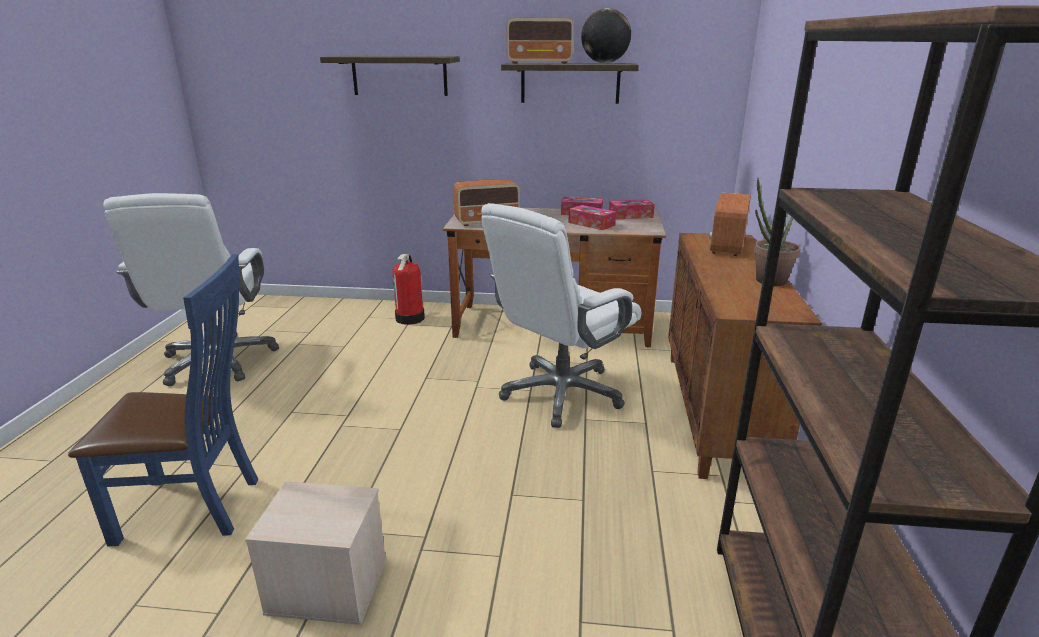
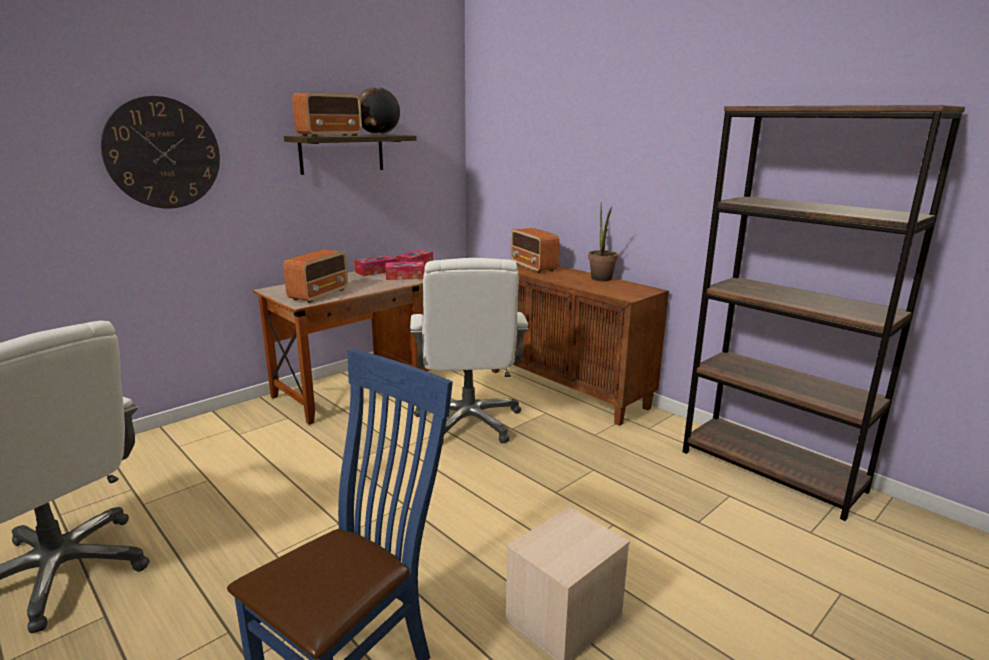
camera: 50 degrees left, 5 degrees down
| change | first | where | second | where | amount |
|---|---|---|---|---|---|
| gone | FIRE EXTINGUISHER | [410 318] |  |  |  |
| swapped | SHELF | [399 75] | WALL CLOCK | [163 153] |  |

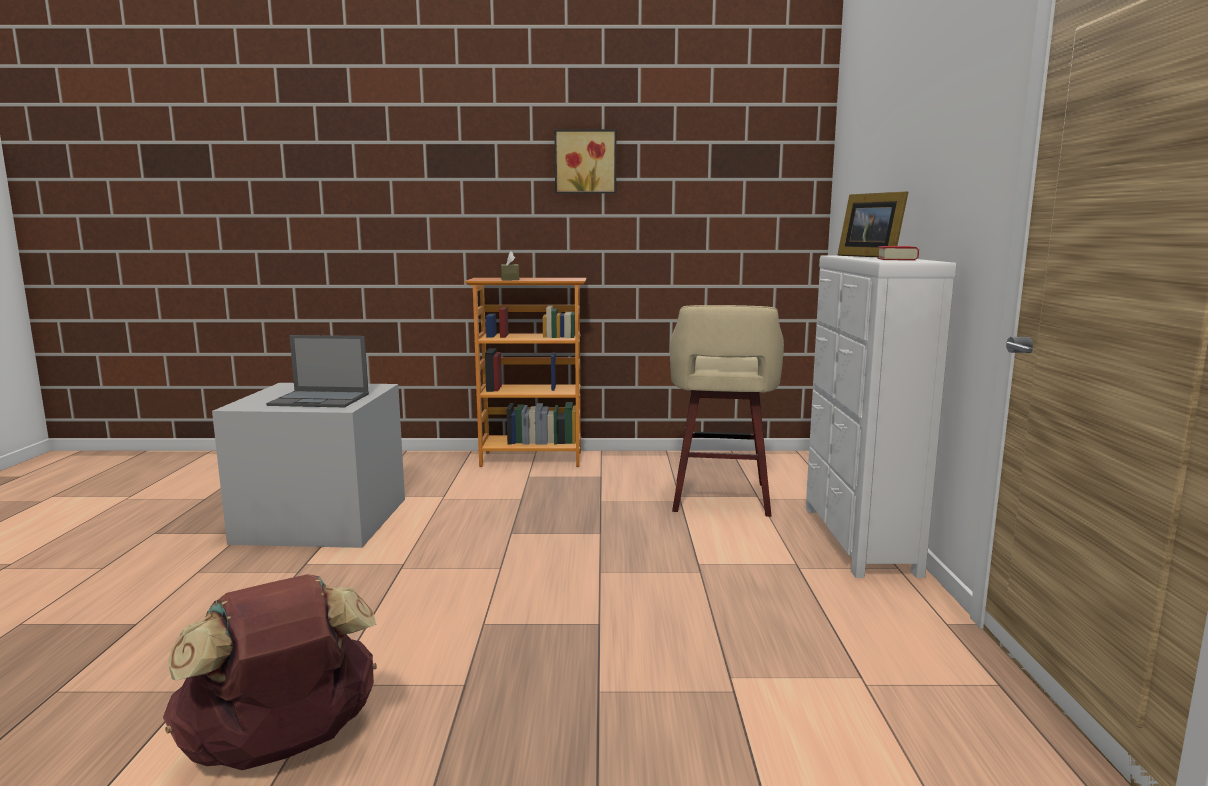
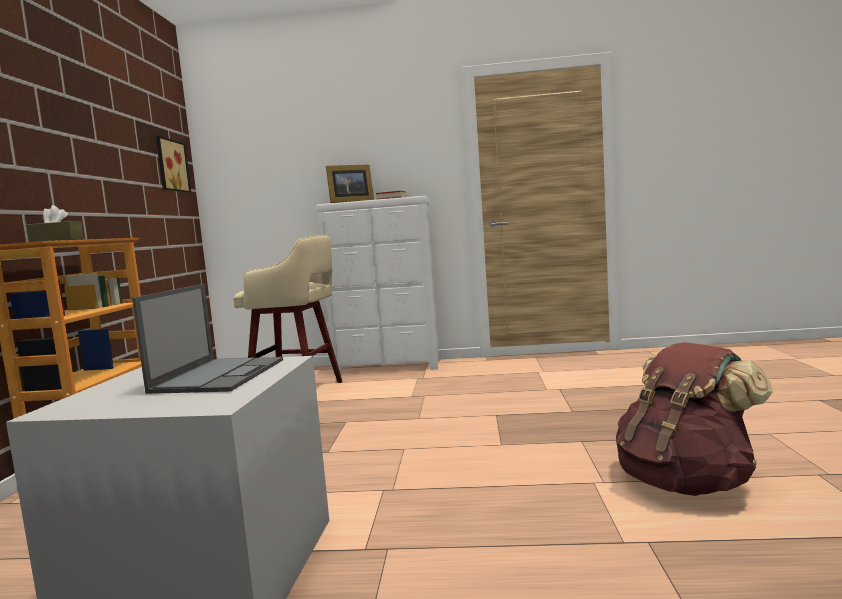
camera: 85 degrees left, 5 degrees down
| change | first | where | second | where | amount |
|---|---|---|---|---|---|
| shifted | PICTURE | [585 162] |  | [170 166] |  |

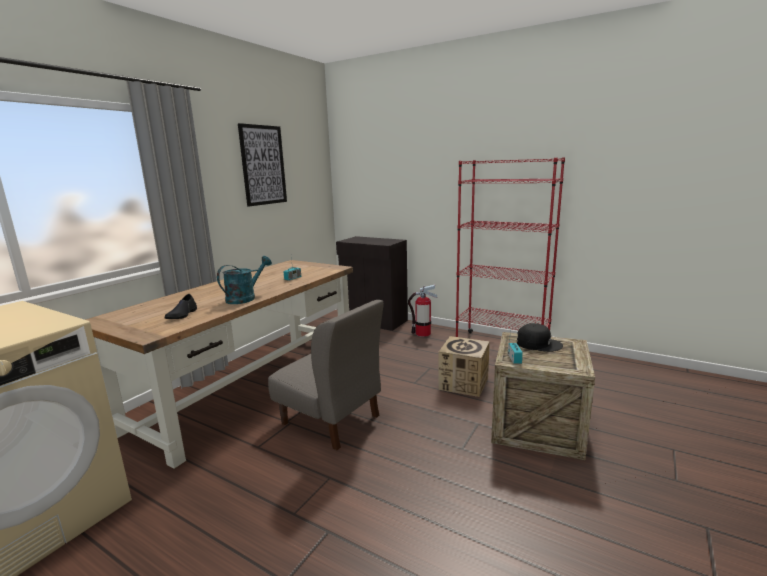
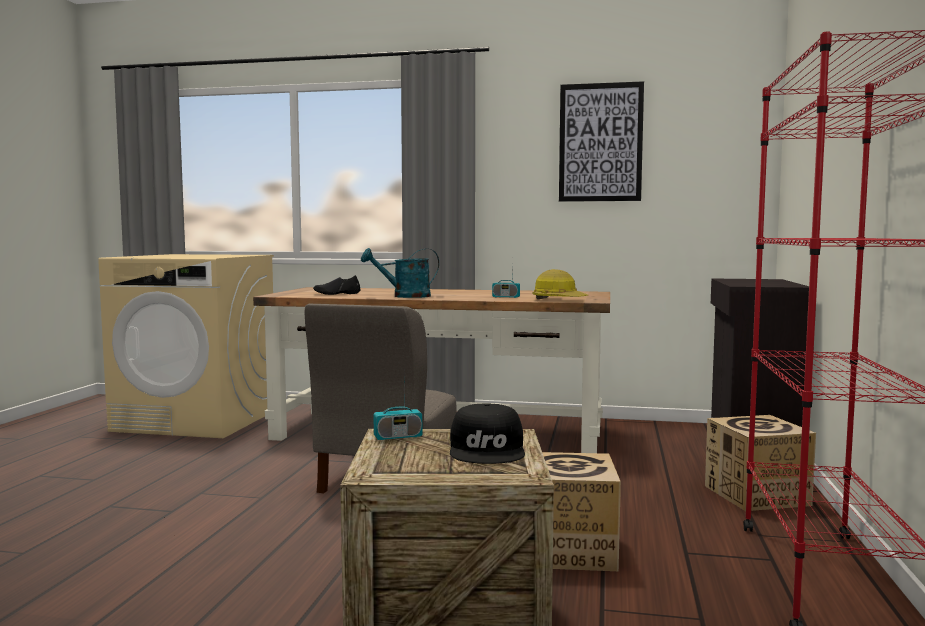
camera: 70 degrees right, 10 degrees down
| change | first | where | second | where | amount |
|---|---|---|---|---|---|
| new |  |  | HARD HAT | [559 300] |  |
| swapped | FIRE EXTINGUISHER | [423 333] | CARDBOARD BOX | [756 495] |  |
| rotated | TURQUOISE WATERING CAN | [245 298] |  | [405 296] | 150 degrees clockwise |

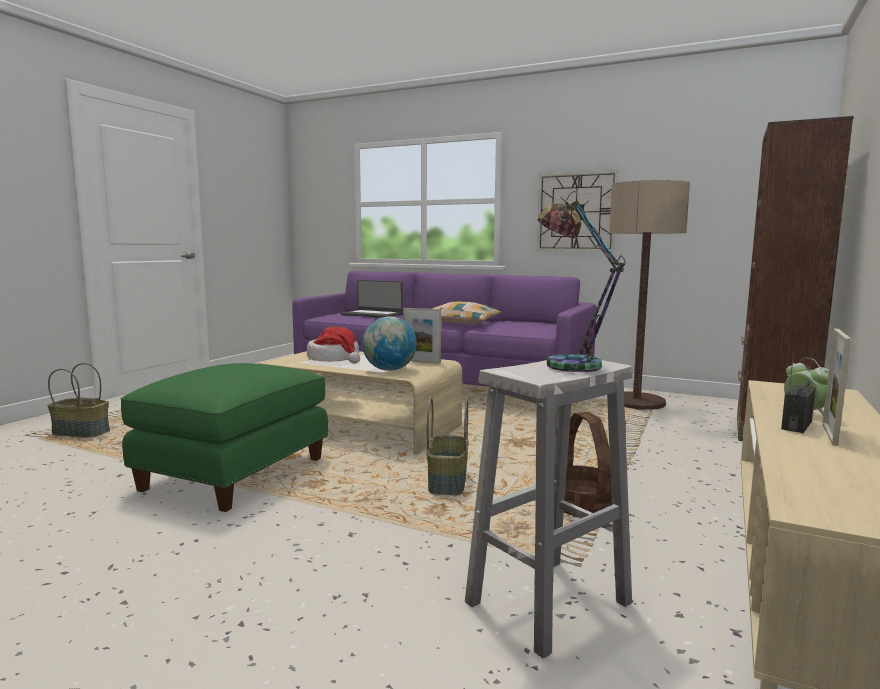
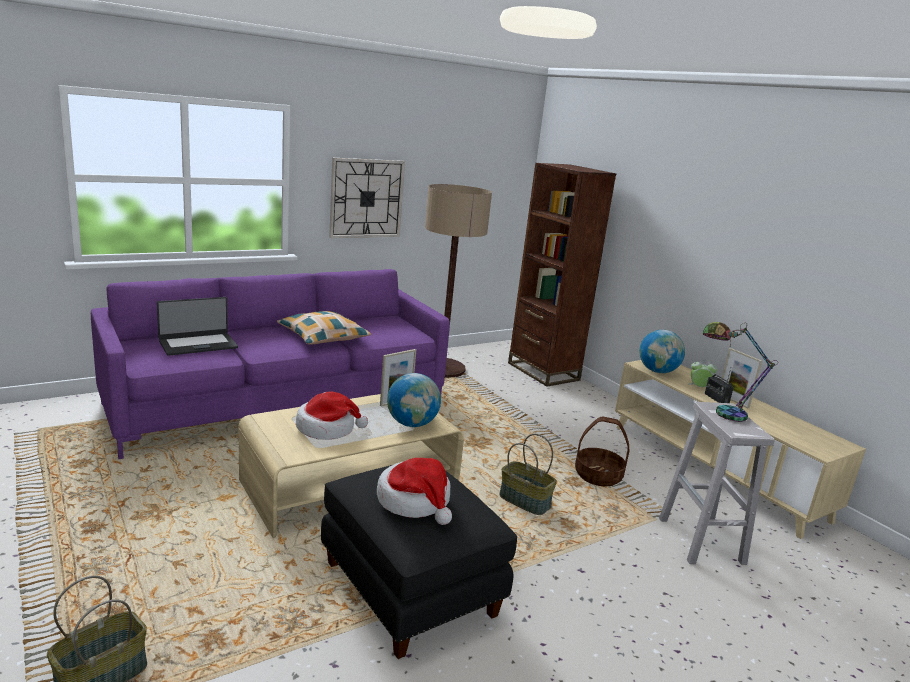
camera: 60 degrees left, 10 degrees up
| change | first | where | second | where | amount |
|---|---|---|---|---|---|
| new |  |  | HAT | [415 501] |  |
| new |  |  | GLOBE | [657 371] |  |
| repainted | GREEN OTTOMAN | [234 473] | BLACK OTTOMAN | [408 588] |  |

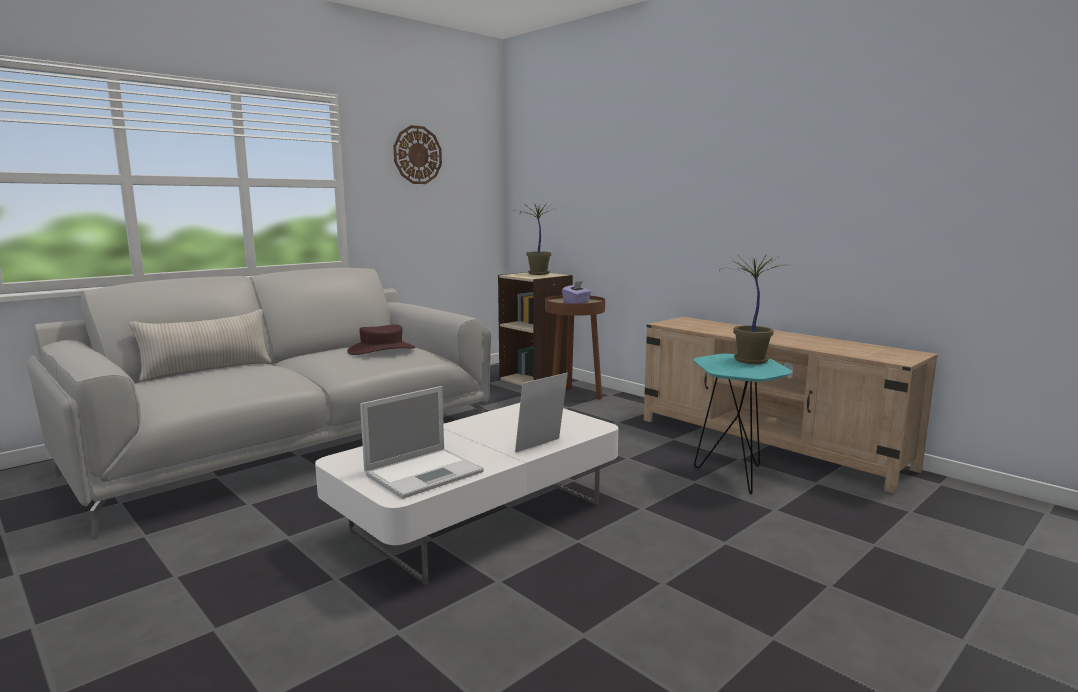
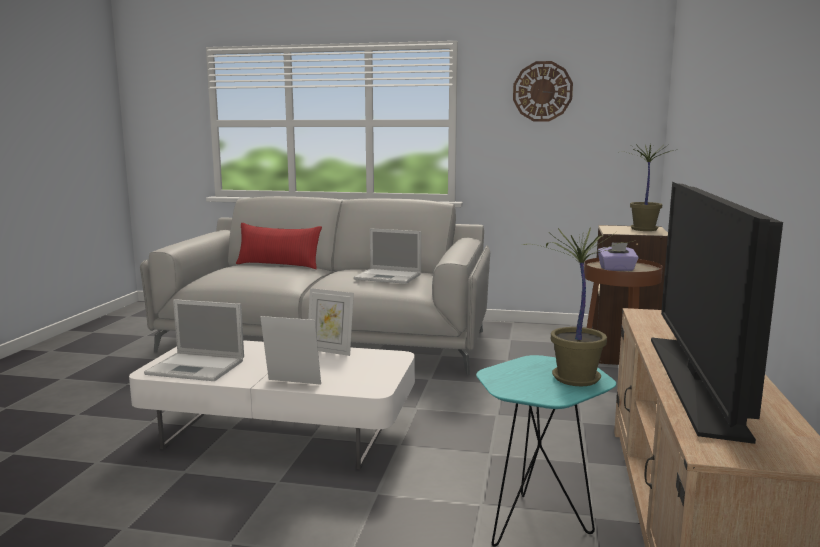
camera: 55 degrees right, 0 degrees up
| change | first | where | second | where | amount |
|---|---|---|---|---|---|
| new |  |  | PICTURE FRAME | [330 351] |  |
| new |  |  | TELEVISION | [696 383] |  |
| swapped | BROWN HAT | [382 350] | LAPTOP | [389 277] |  |
| repainted | BEIGE PILLOW | [207 370] | RED PILLOW | [278 265] |  |

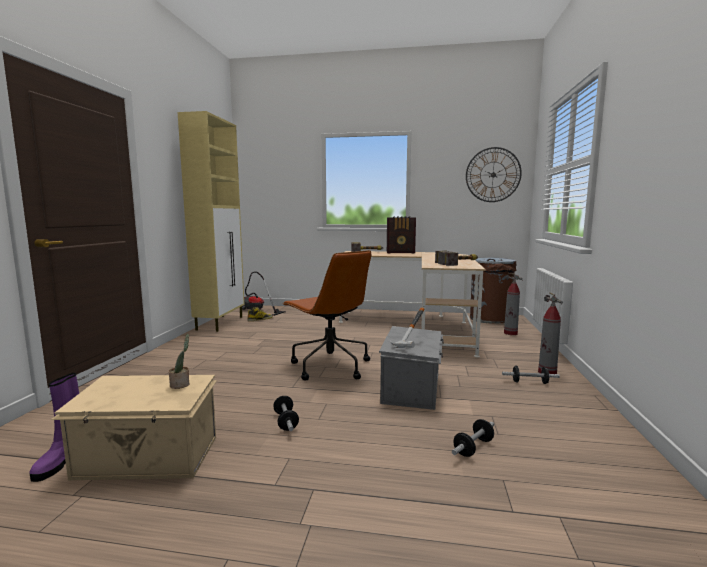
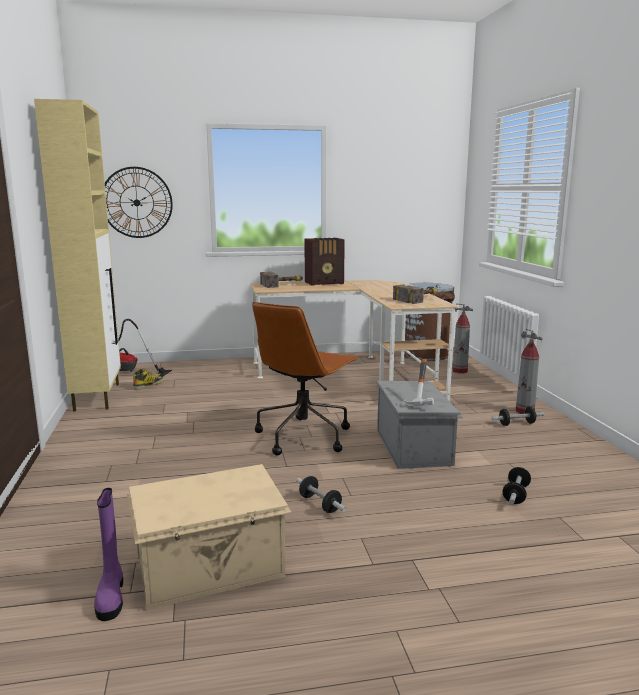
camera: 20 degrees left, 5 degrees up
| change | first | where | second | where | amount |
|---|---|---|---|---|---|
| gone | POTTED PLANT | [181 384] |  |  |  |
| shifted | WALL CLOCK | [493 175] |  | [136 202] |  |
| rotated | BROWN OFFICE CHAIR | [329 366] |  | [304 436] | 90 degrees clockwise |

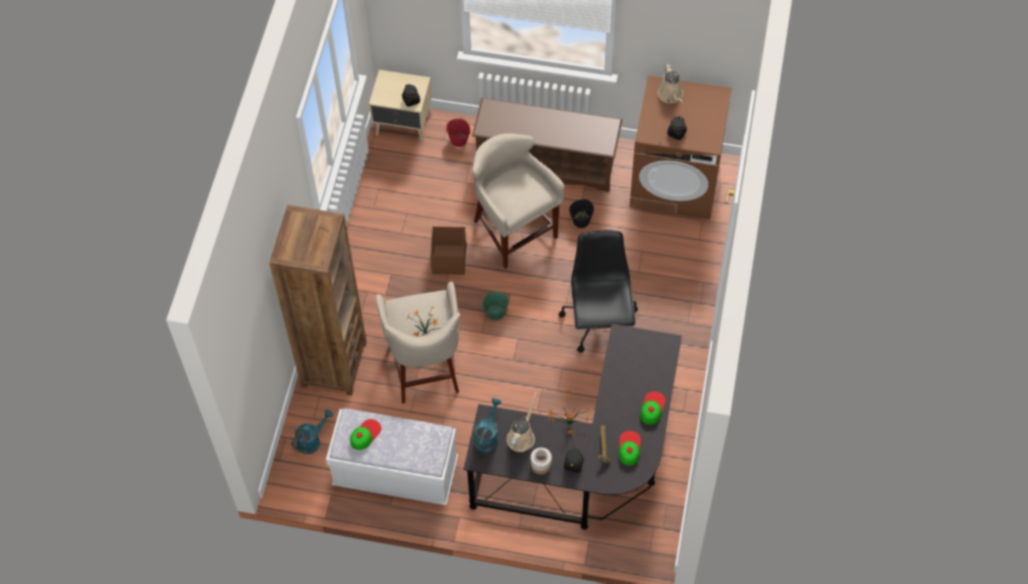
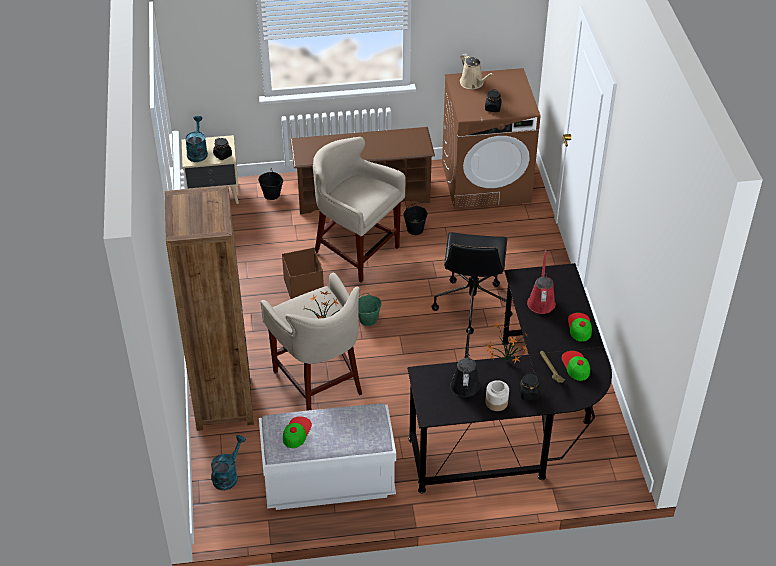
camera: 20 degrees left, 15 degrees down
| change | first | where | second | where | amount |
|---|---|---|---|---|---|
| new |  |  | RED WATERING CAN | [541 301] |  |
| shifted | TURQUOISE WATERING CAN | [487 436] |  | [197 152] |  |
| repainted | RED BUCKET | [459 140] | BLACK BUCKET | [272 195] |  |
| repainted | BEIGE WATERING CAN | [522 436] | BLACK WATERING CAN | [465 383] |  |
| rotated | BLACK OFFICE CHAIR | [600 323] |  | [472 304] | 150 degrees counterclockwise |

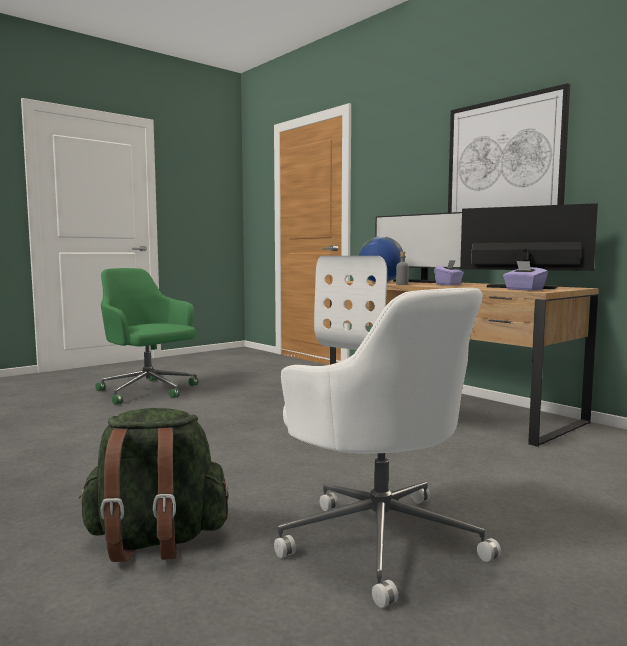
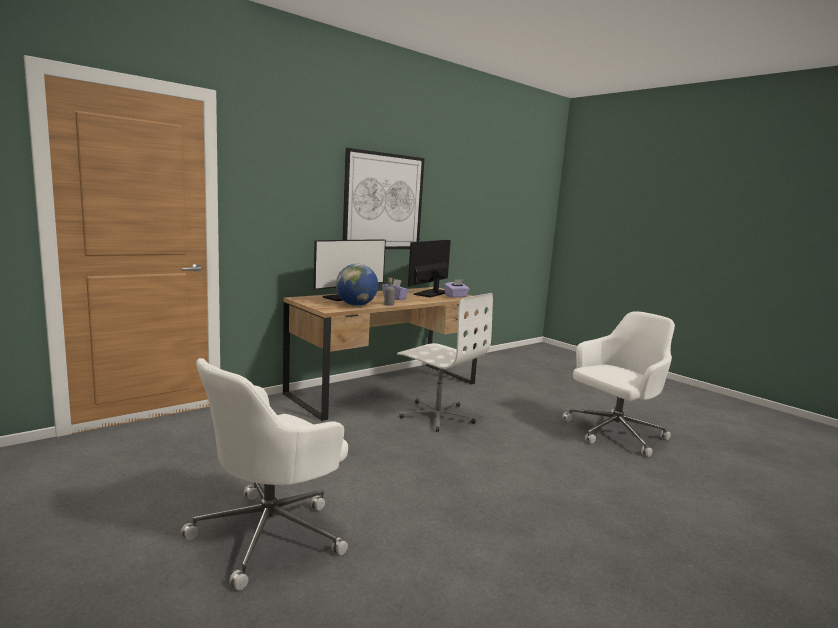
camera: 90 degrees left, 5 degrees up
| change | first | where | second | where | amount |
|---|---|---|---|---|---|
| gone | GREEN BACKPACK | [156 541] |  |  |  |
| repainted | GREEN OFFICE CHAIR | [148 391] | WHITE OFFICE CHAIR | [271 533] |  |

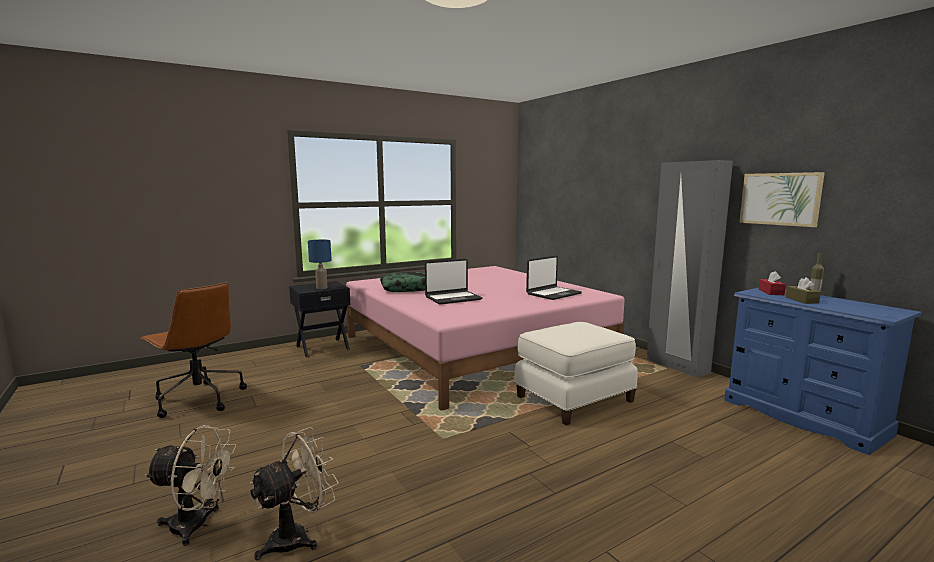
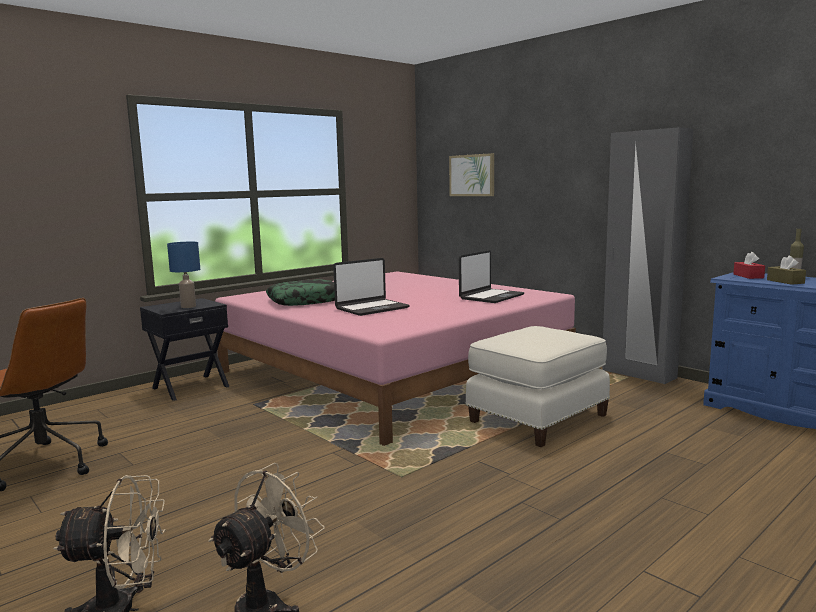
camera: 10 degrees left, 0 degrees up
| change | first | where | second | where | amount |
|---|---|---|---|---|---|
| shifted | PICTURE | [780 199] |  | [472 175] |  |

